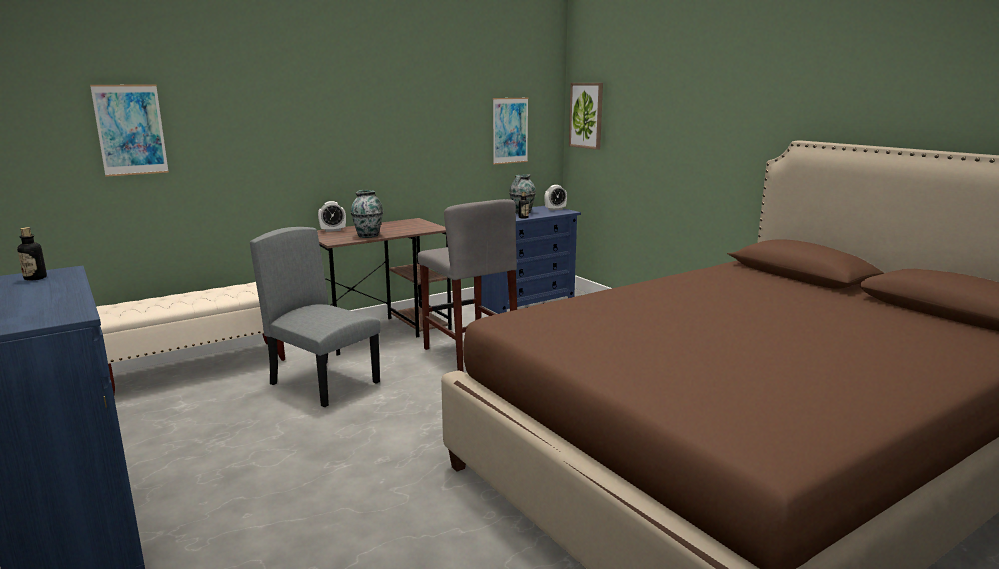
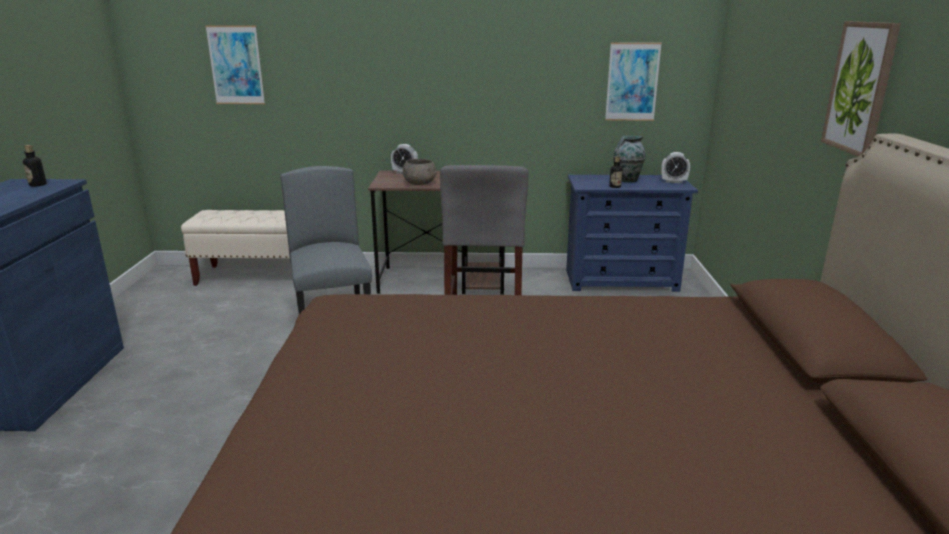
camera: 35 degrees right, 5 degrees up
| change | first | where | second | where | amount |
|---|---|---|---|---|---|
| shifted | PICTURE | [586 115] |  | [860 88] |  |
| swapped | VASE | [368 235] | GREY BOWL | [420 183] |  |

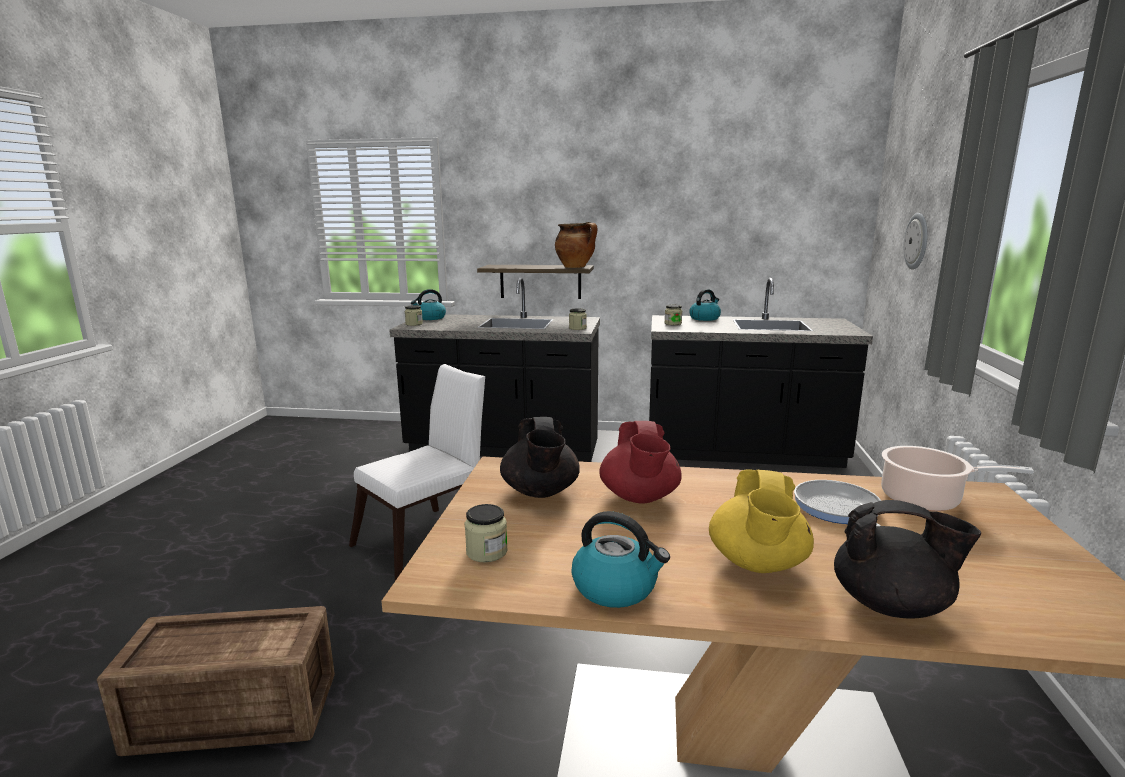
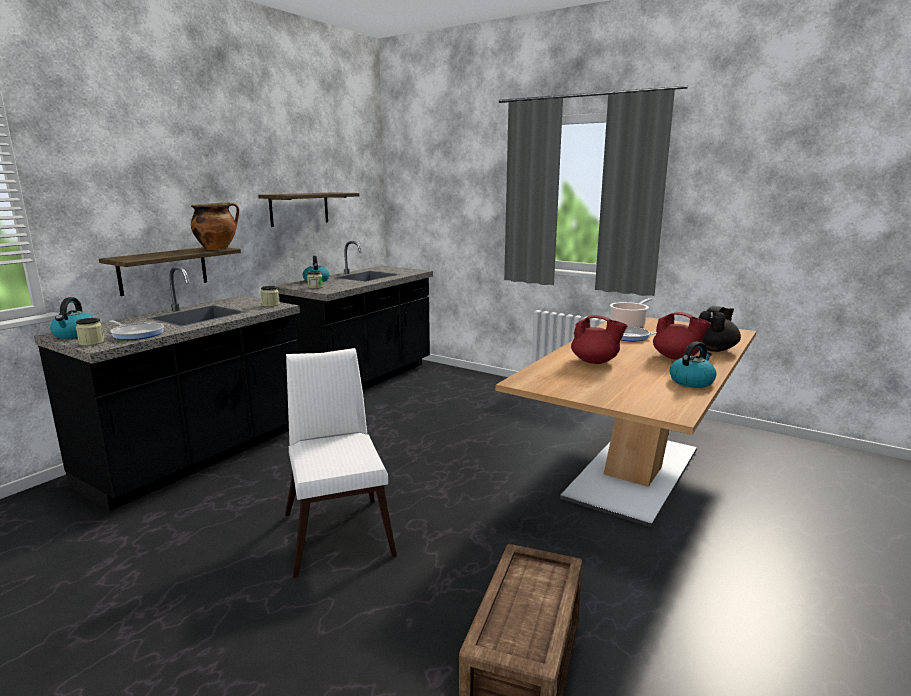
camera: 65 degrees left, 0 degrees up
| change | first | where | second | where | amount |
|---|---|---|---|---|---|
| gone | JAR | [486 552] |  |  |  |
| gone | BLACK TEAPOT | [540 492] |  |  |  |
| gone | WALL CLOCK | [917 241] |  |  |  |
| new |  |  | FRYING PAN | [137 334] |  |
| new |  |  | SHELF | [299 209] |  |
| repainted | YELLOW TEAPOT | [758 564] | RED TEAPOT | [677 357] |  |

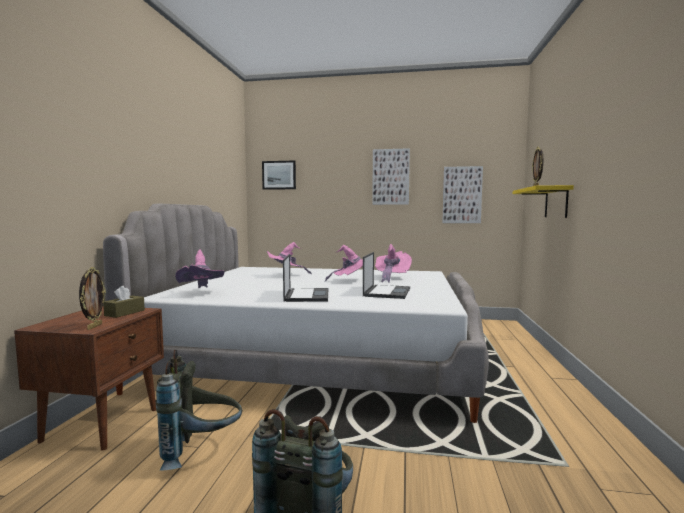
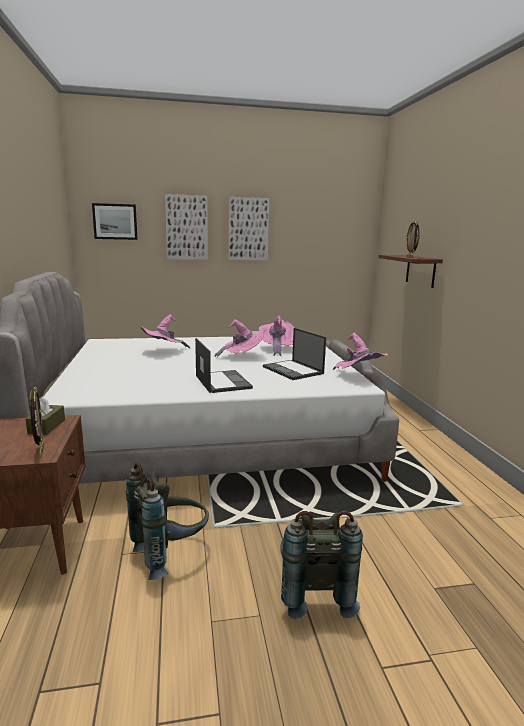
camera: 20 degrees left, 10 degrees up
| change | first | where | second | where | amount |
|---|---|---|---|---|---|
| shifted | PINK HAT | [201 293] |  | [358 376] |  |
| shifted | PICTURE | [462 195] |  | [186 227] |  |
| repainted | YELLOW SHELF | [556 202] | BROWN SHELF | [420 270] |  |
| rotated | LAPTOP | [387 292] |  | [293 370] | 150 degrees clockwise |

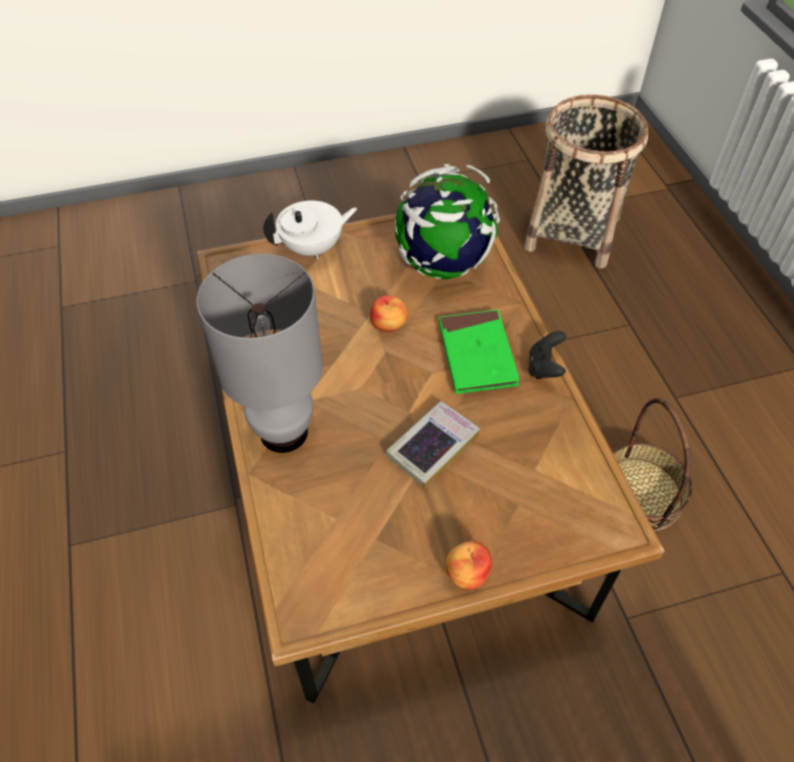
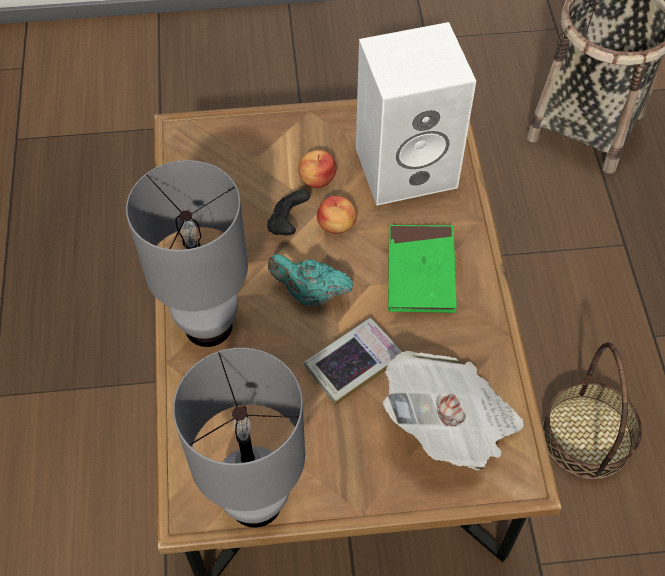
camera: 10 degrees right, 5 degrees up
| change | first | where | second | where | amount |
|---|---|---|---|---|---|
| gone | WHITE TEAPOT | [313 248] |  |  |  |
| new |  |  | GREY TABLE LAMP | [256 502] |  |
| new |  |  | TURQUOISE TEAPOT | [310 294] |  |
| new |  |  | NEWSPAPER | [451 424] |  |
| shifted | APPLE | [467 573] |  | [317 179] |  |
| shifted | BLACK GAME CONTROLLER | [544 367] |  | [287 224] |  |
| swapped | GLOBE | [443 265] | WHITE SPEAKER | [407 166] |  |

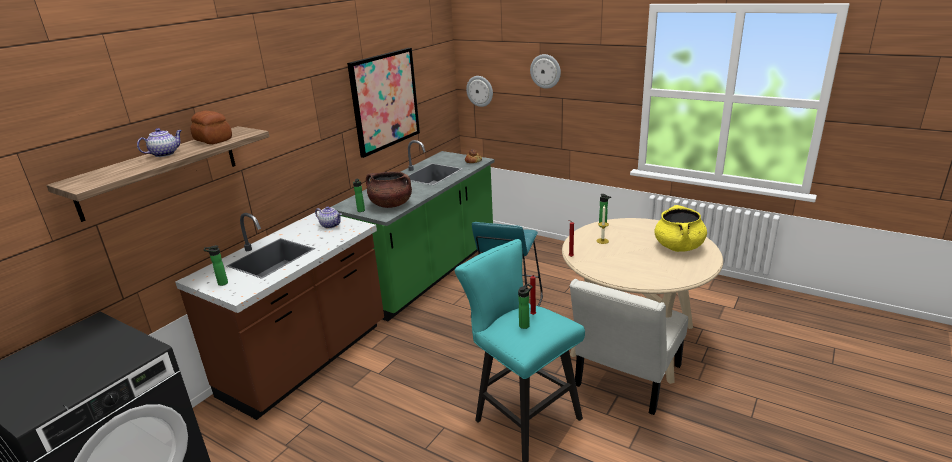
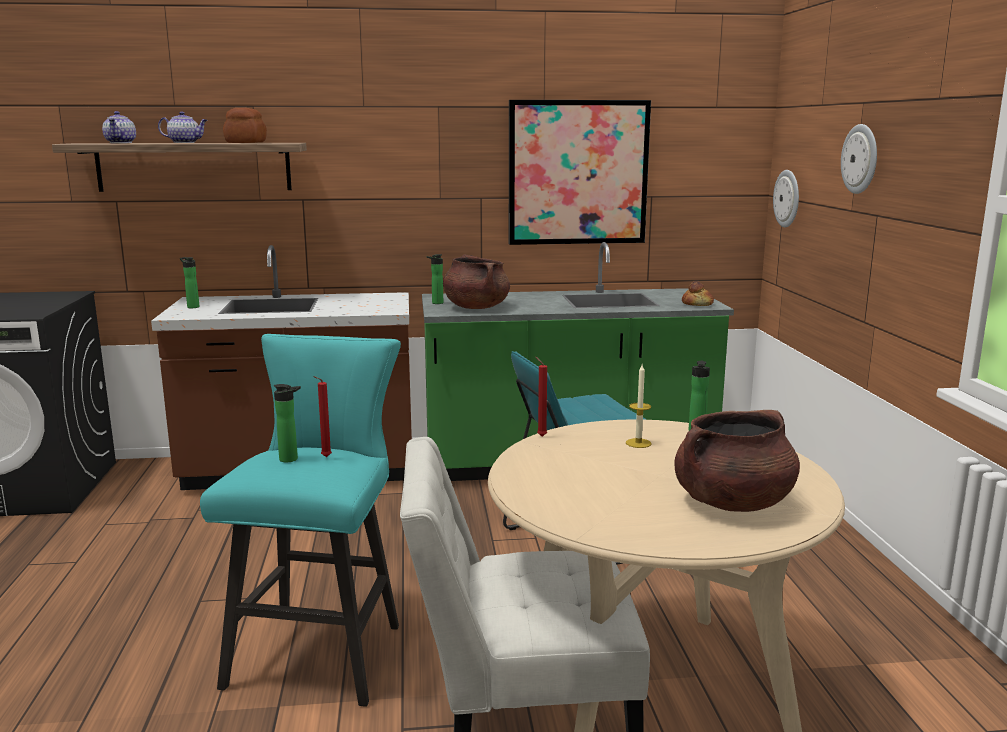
camera: 50 degrees right, 10 degrees down
| change | first | where | second | where | amount |
|---|---|---|---|---|---|
| shifted | TEAPOT | [331 225] |  | [121 143] |  |
| repainted | YELLOW COOKING POT | [678 247] | BROWN COOKING POT | [732 503] |  |

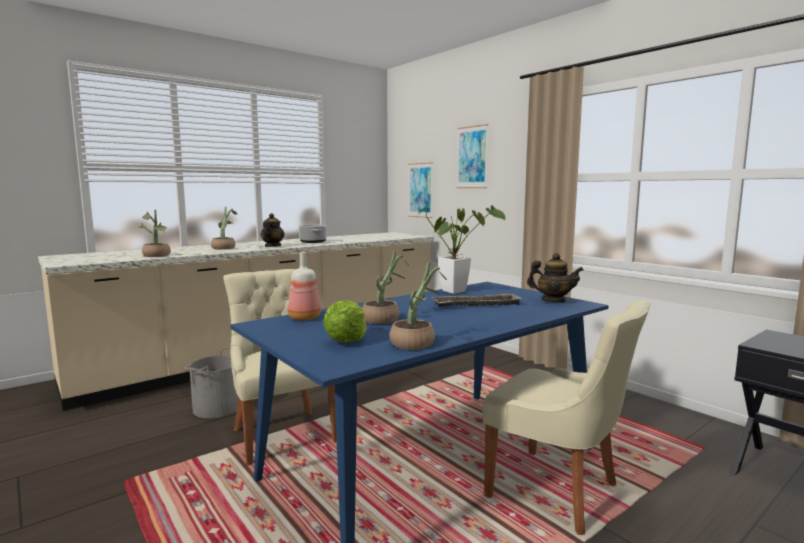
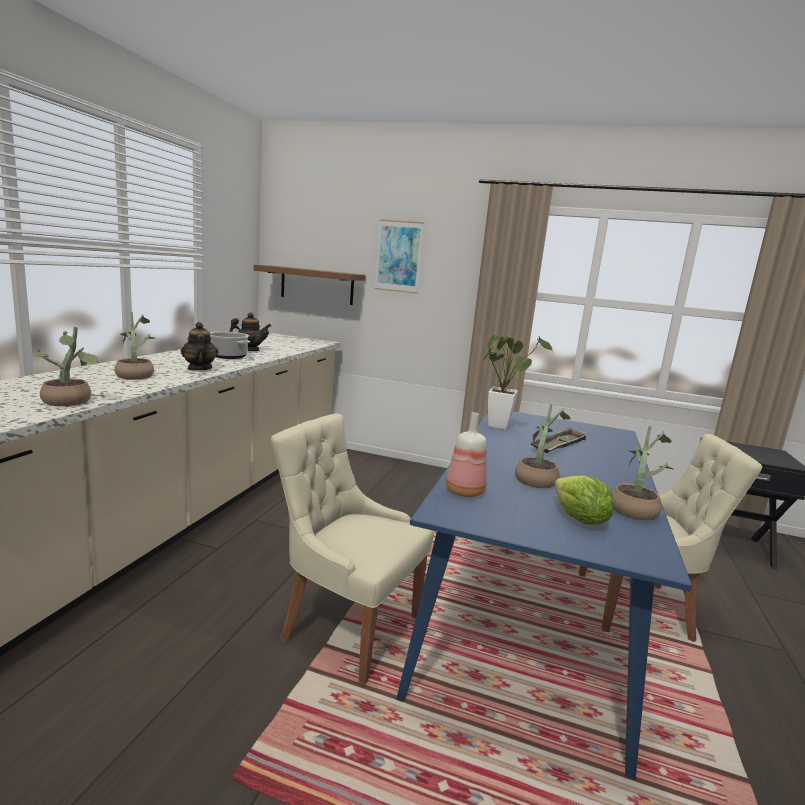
camera: 35 degrees left, 5 degrees up
| change | first | where | second | where | amount |
|---|---|---|---|---|---|
| gone | GREY BUCKET | [217 407] |  |  |  |
| shifted | TEAPOT | [553 301] |  | [249 350] |  |
| swapped | PICTURE | [420 190] | BROWN SHELF | [317 285] |  |

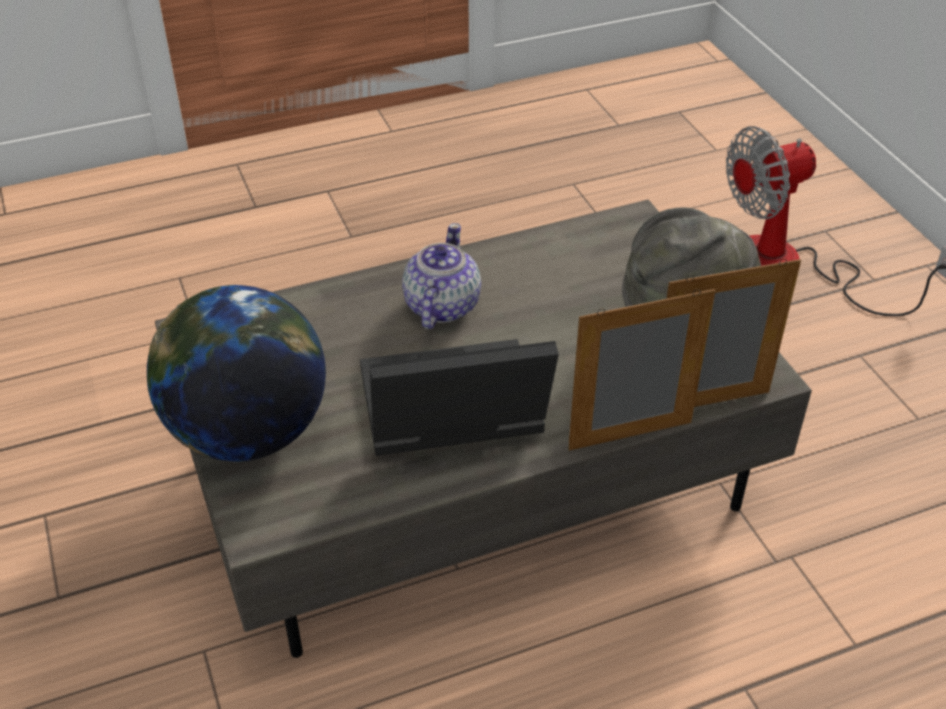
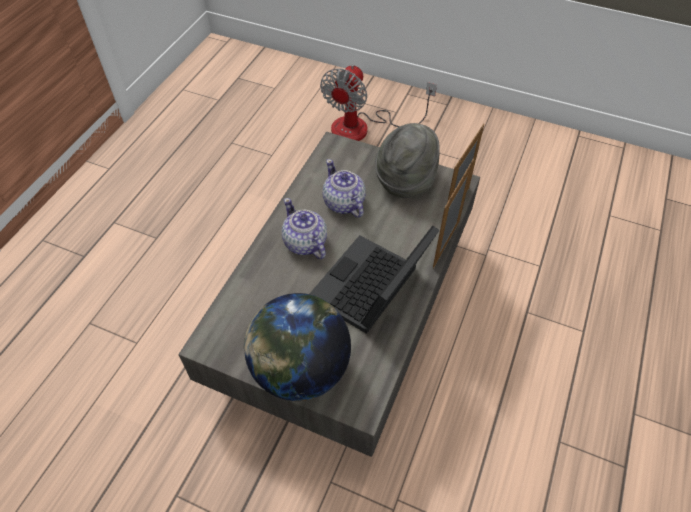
camera: 45 degrees left, 10 degrees up
| change | first | where | second | where | amount |
|---|---|---|---|---|---|
| new |  |  | TEAPOT | [343 203] |  |

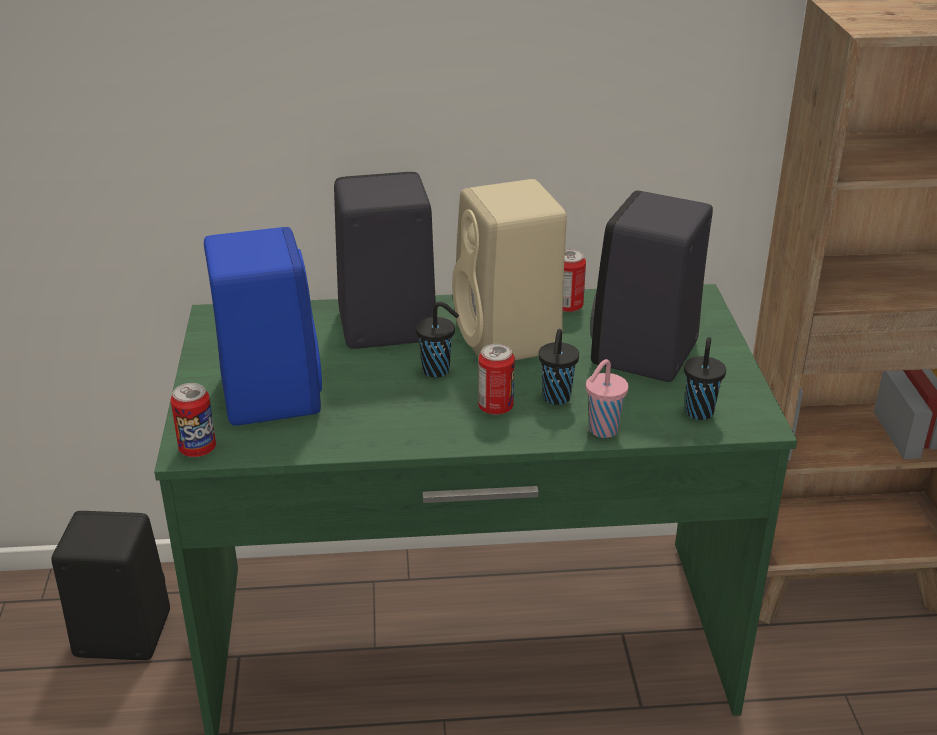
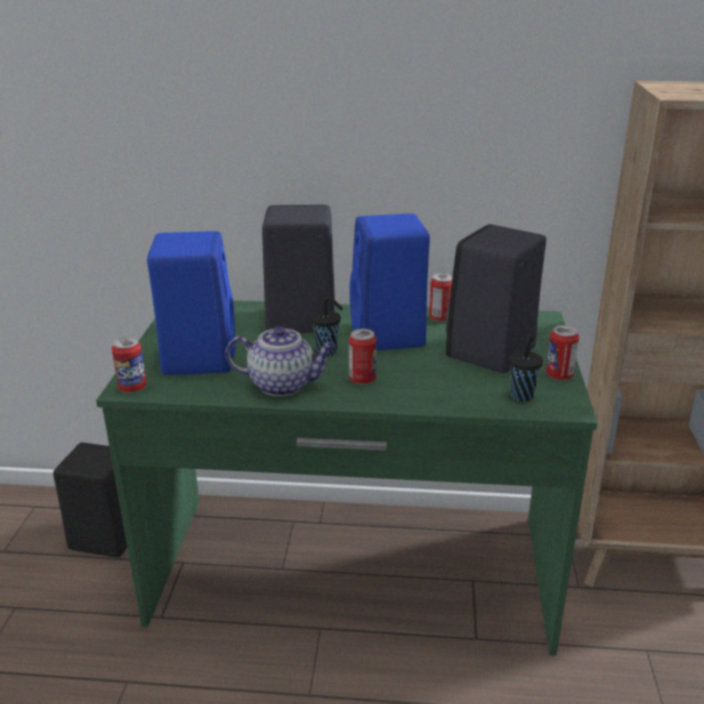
camera: 10 degrees right, 5 degrees down
| change | first | where | second | where | amount |
|---|---|---|---|---|---|
| gone | BLACK CUP | [556 398] |  |  |  |
| gone | PINK CUP | [602 431] |  |  |  |
| new |  |  | TEAPOT | [283 385] |  |
| new |  |  | CAN | [559 376] |  |
| repainted | BEIGE SPEAKER | [510 340] | BLUE SPEAKER | [389 336] |  |

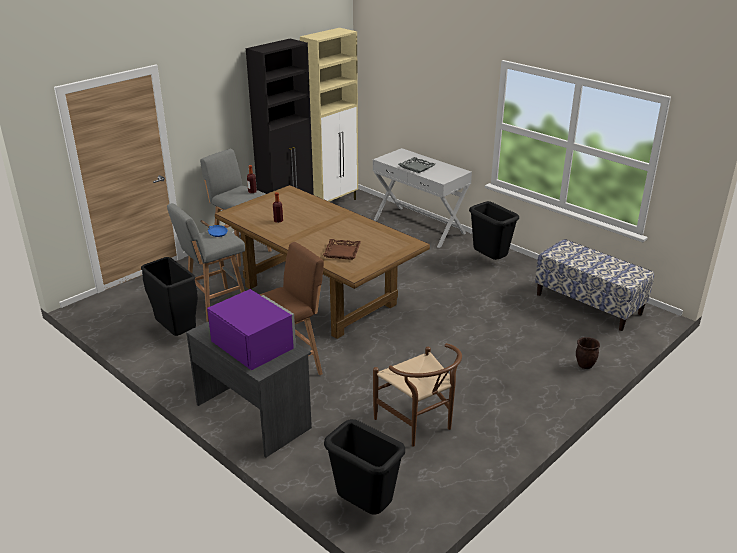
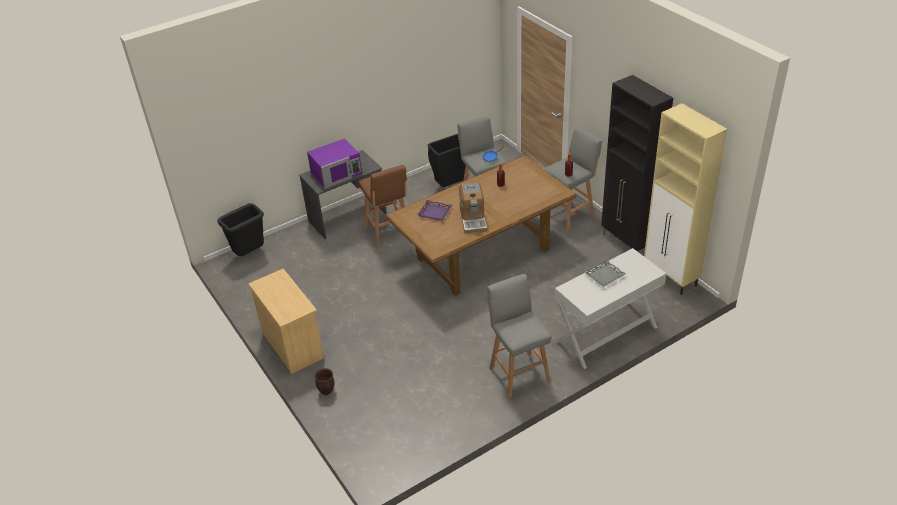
camera: 105 degrees right, 10 degrees up
| change | first | where | second | where | amount |
|---|---|---|---|---|---|
| gone | BROWN CHAIR | [419 425] |  |  |  |
| gone | BENCH | [588 304] |  |  |  |
| new |  |  | BEIGE DRESSER | [292 345] |  |
| new |  |  | COFFEE MACHINE | [473 219] |  |
| swapped | BLACK TRASH CAN | [489 260] | GREY STOOL | [518 373] |  |
| repainted | BROWN TRAY | [342 252] | PURPLE TRAY | [434 213] |  |

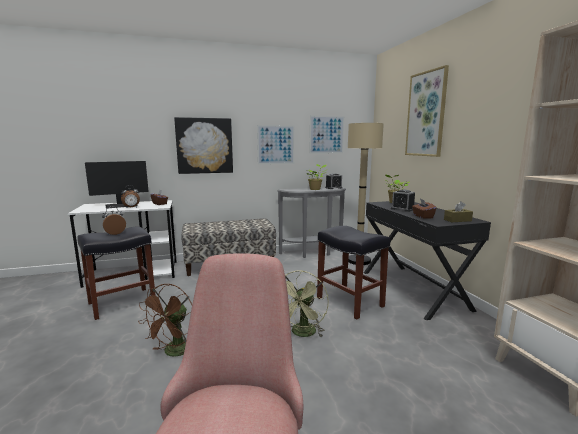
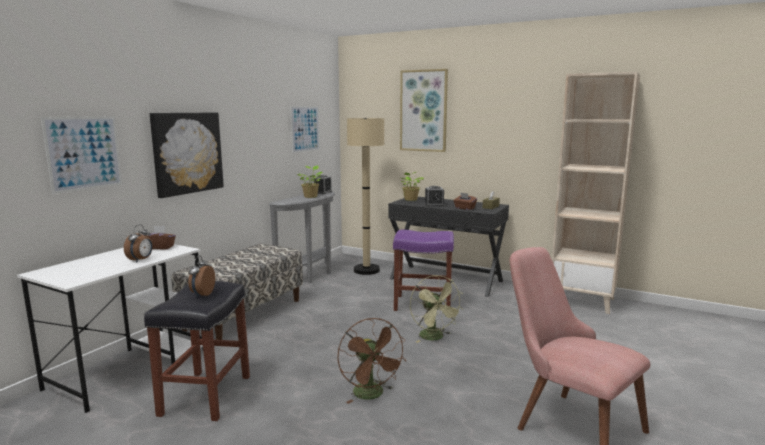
camera: 45 degrees left, 0 degrees up
| change | first | where | second | where | amount |
|---|---|---|---|---|---|
| gone | MONITOR | [121 205] |  |  |  |
| shifted | PICTURE | [276 144] |  | [84 153] |  |
| repainted | BLACK STOOL | [349 302] | PURPLE STOOL | [422 304] |  |

